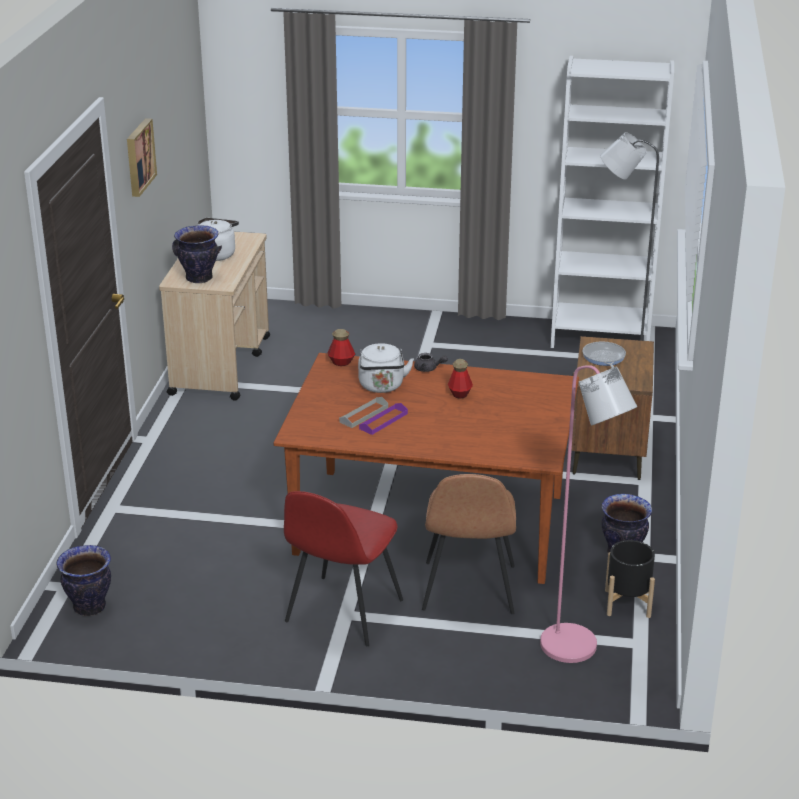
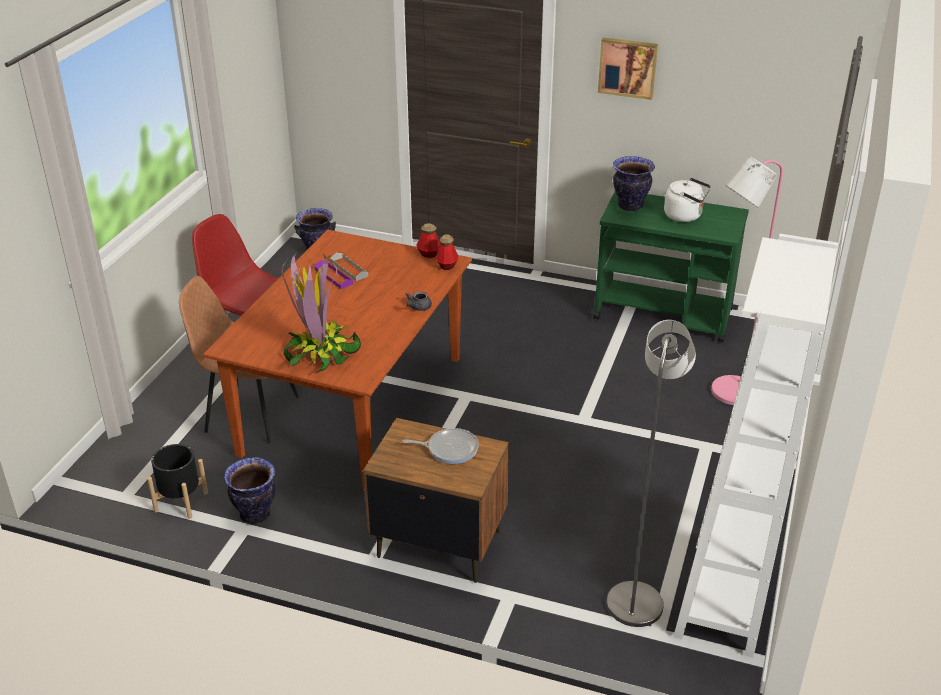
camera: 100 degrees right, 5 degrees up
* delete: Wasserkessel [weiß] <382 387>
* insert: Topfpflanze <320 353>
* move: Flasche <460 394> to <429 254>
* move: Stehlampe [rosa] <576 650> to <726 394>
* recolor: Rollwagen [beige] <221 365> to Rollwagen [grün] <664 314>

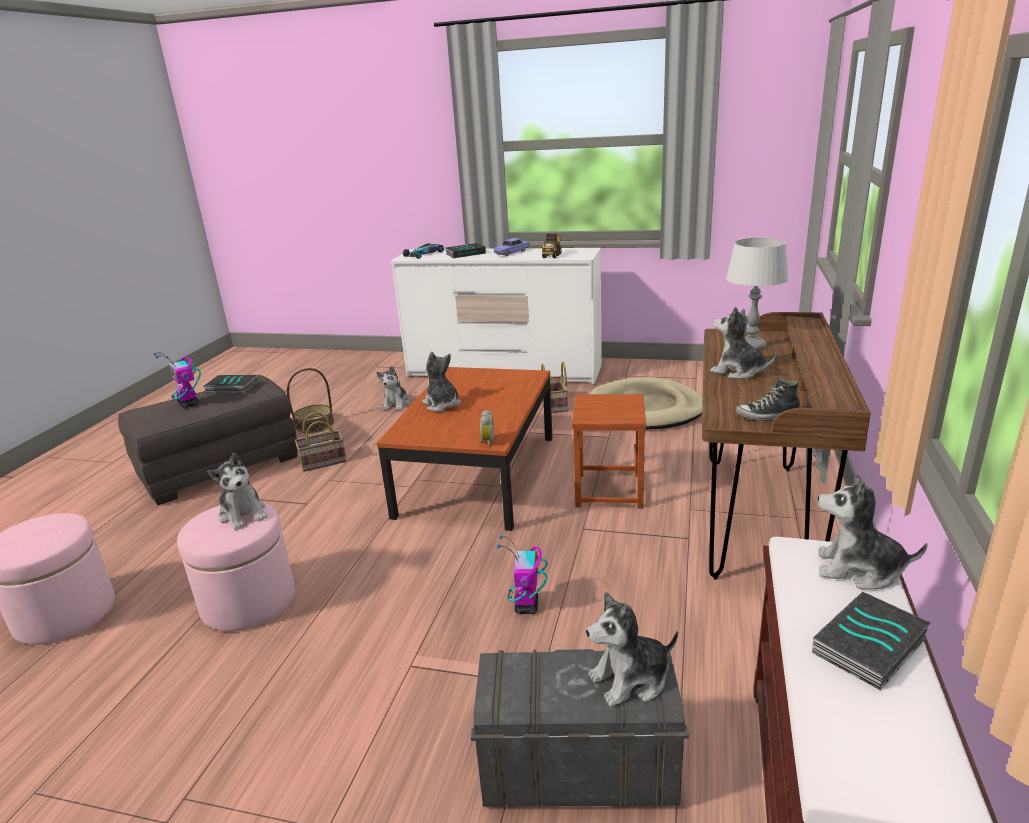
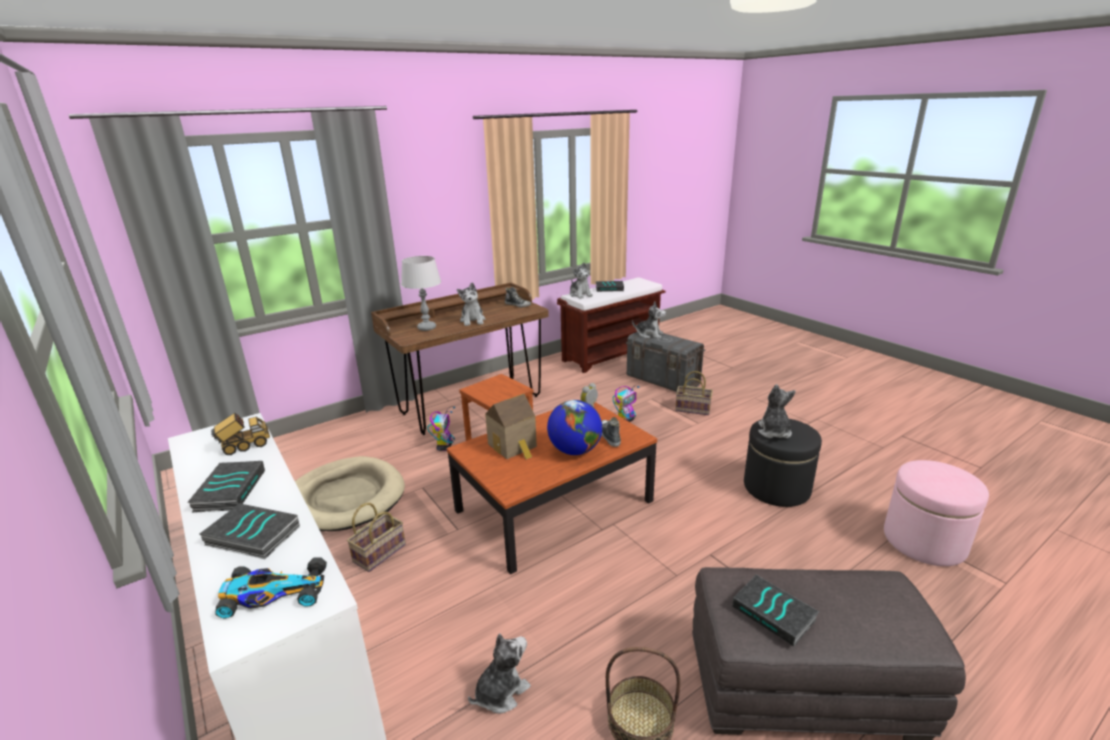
camera: 140 degrees left, 0 degrees up
* insert: Spielzeughaus <514 446>
* insert: Schuh <609 436>
* move: Spielzeugroboter <189 404> to <444 446>
* move: Korb <322 462> to <693 409>
* replace: Plüschtier <442 405> to Globus <575 450>
* replace: Spielzeugauto <512 252> to Buch <229 490>
* recolor: Polsterhocker [rosa] <248 601> to Polsterhocker [schwarz] <776 487>

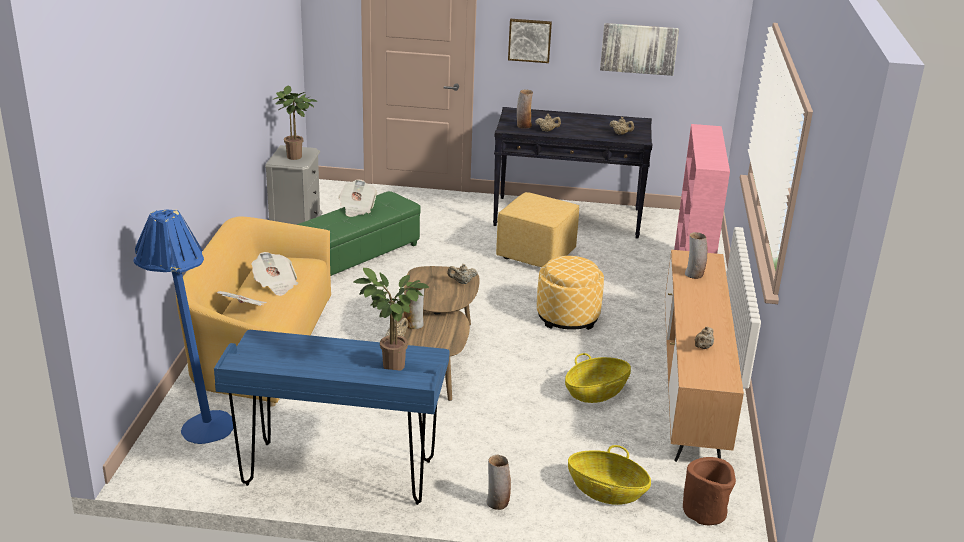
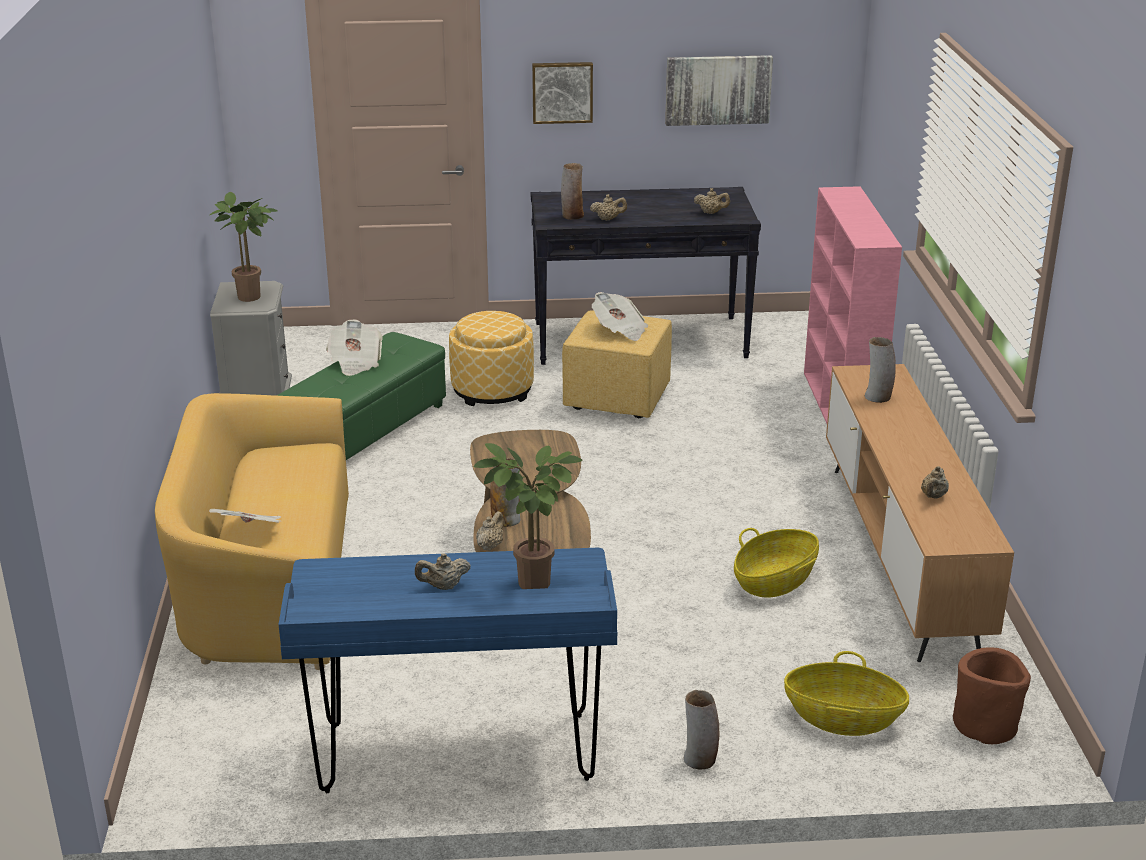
camera: 10 degrees left, 0 degrees up
* delete: Stehlampe [blau] <196 426>
* move: Zeitung <275 284> to <620 330>
* move: Teekanne [beige] <462 282> to <443 586>
* move: Polsterhocker <568 317> to <492 390>

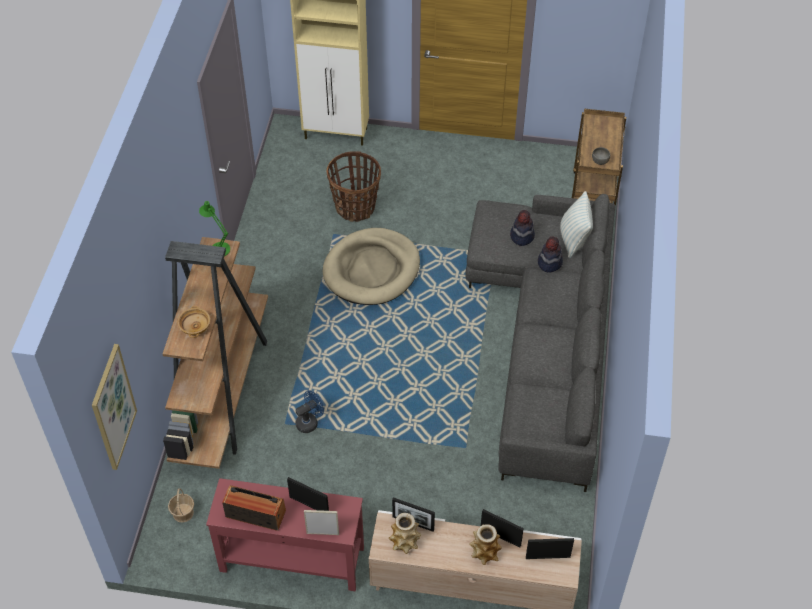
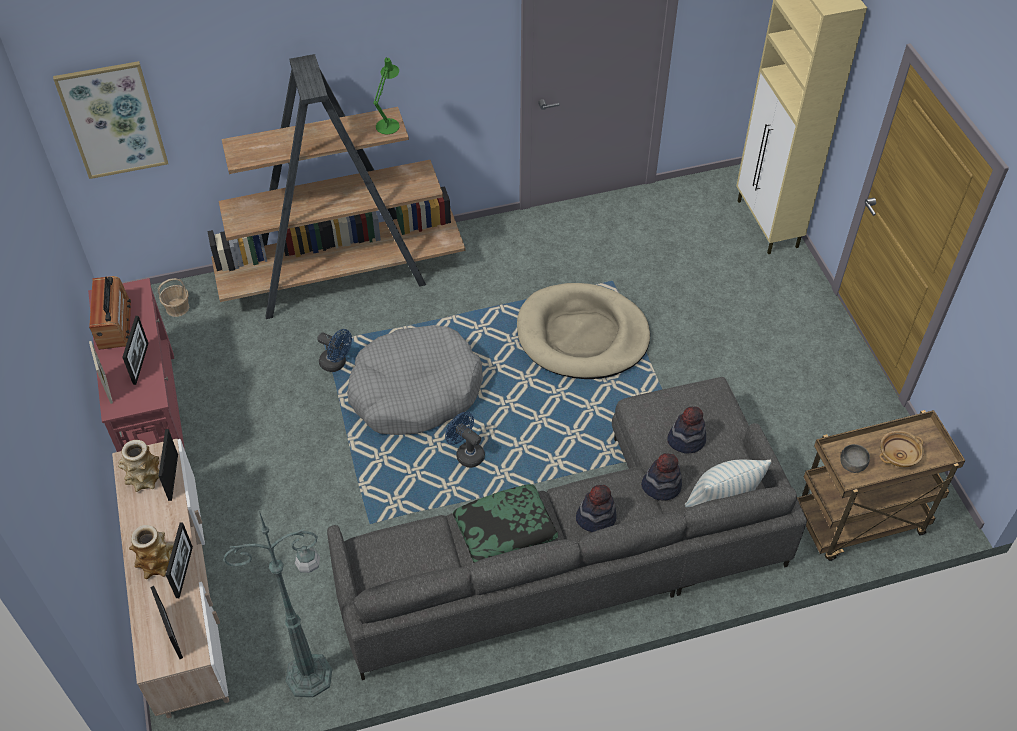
camera: 65 degrees right, 0 degrees up
* delete: Korb <355 207>
* insert: Stehlampe [grün] <312 675>
* insert: Hundebett [grau] <415 391>
* insert: Ventilator [blau] <466 453>
* insert: Kissen <505 530>
* insert: Hut <596 517>
* move: Schüssel [beige] <195 326> to <898 455>

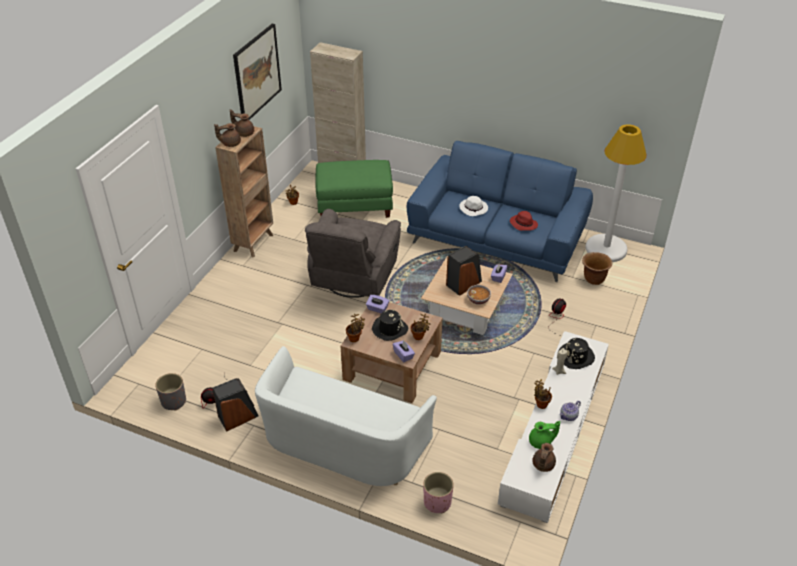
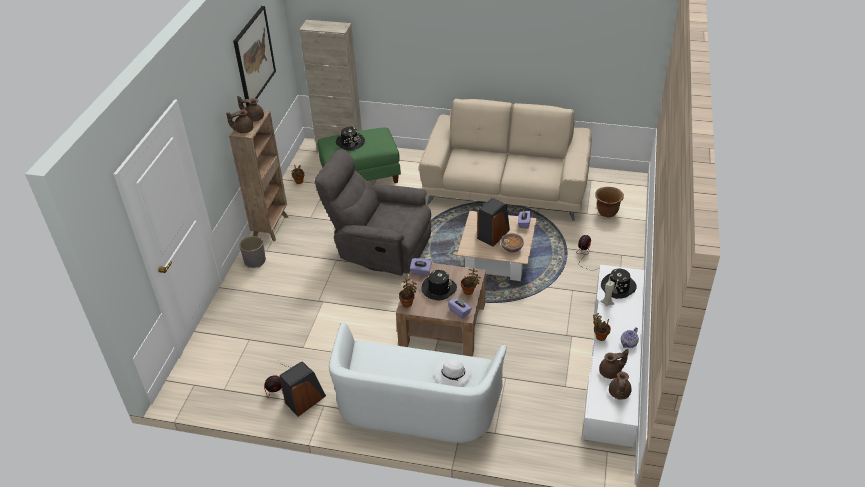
camera: 10 degrees left, 0 degrees up
* delete: Pflanzkübel [rosa] <437 502>
* delete: Hut [rot] <523 224>
* delete: Stehlampe [weiß] <606 249>
* insert: Hut [schwarz] <350 142>
* move: Pflanzkübel [grau] <173 401> to <255 261>
* move: Hut [weiß] <474 209> to <454 374>
* recolor: Sofa [blau] <497 237> to Sofa [beige] <506 187>
* recolor: Teekanne [grün] <541 442> to Teekanne [braun] <611 372>
* rotate: Sessel [grau] <352 281> = <380 249> 105 degrees clockwise

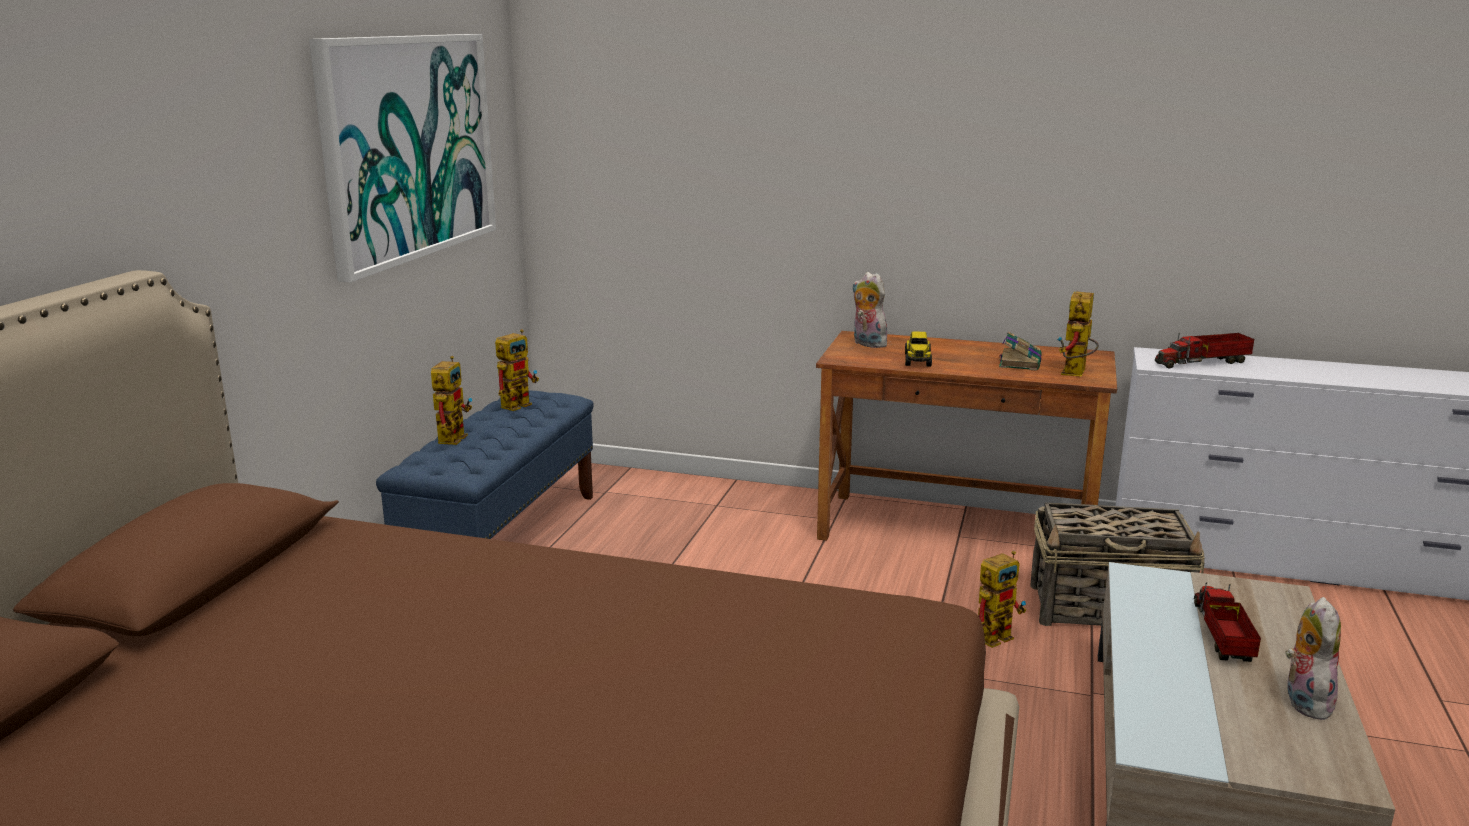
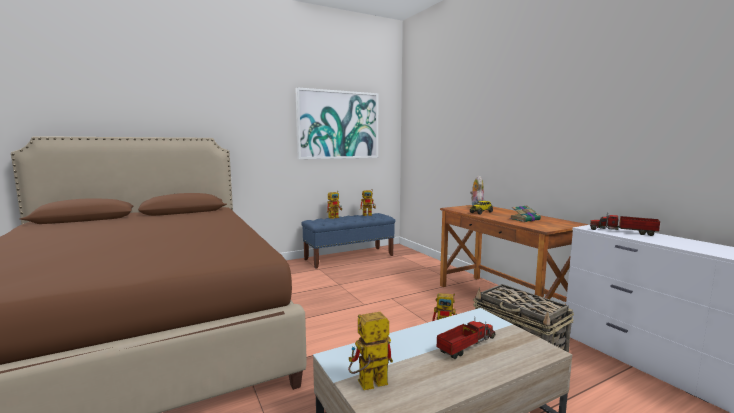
camera: 45 degrees right, 10 degrees down
* delete: Plüschtier <1303 701>
* move: Spielzeugroboter <1075 374> to <367 386>

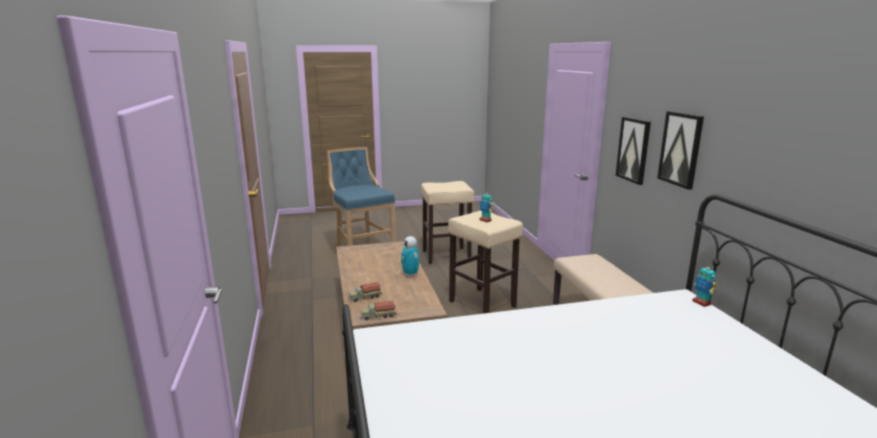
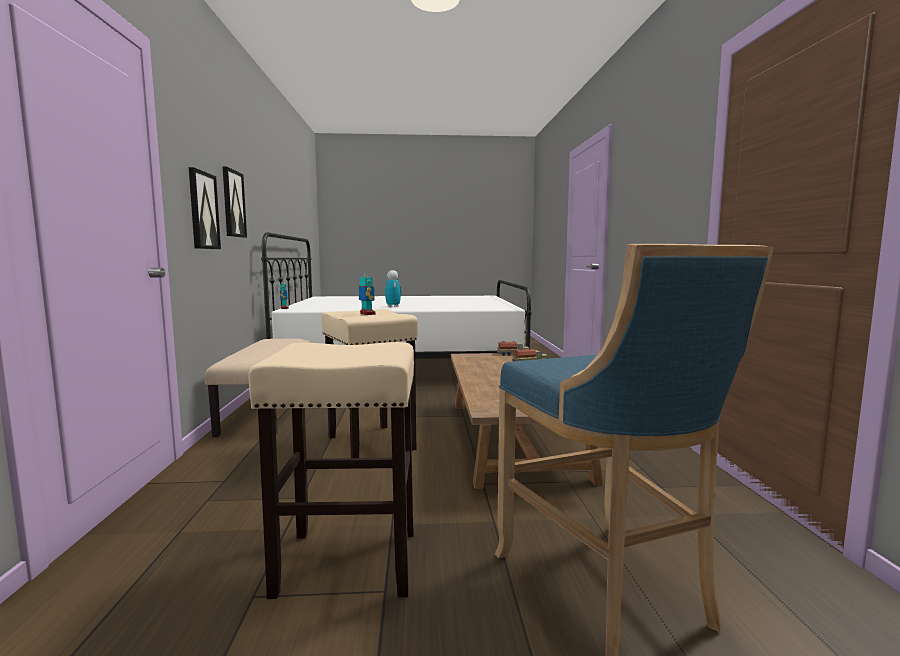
camera: 170 degrees left, 10 degrees down
* move: Spielzeugroboter <410 274> to <393 307>

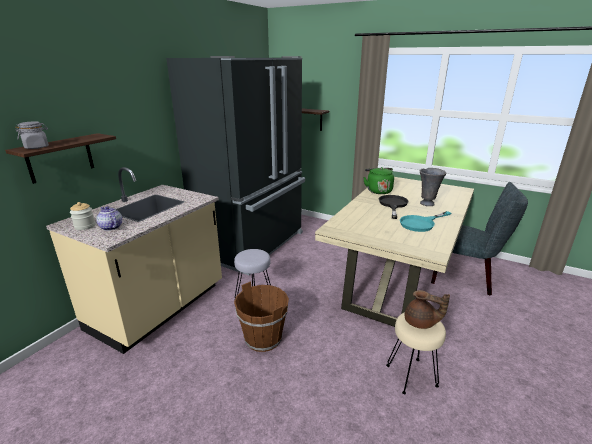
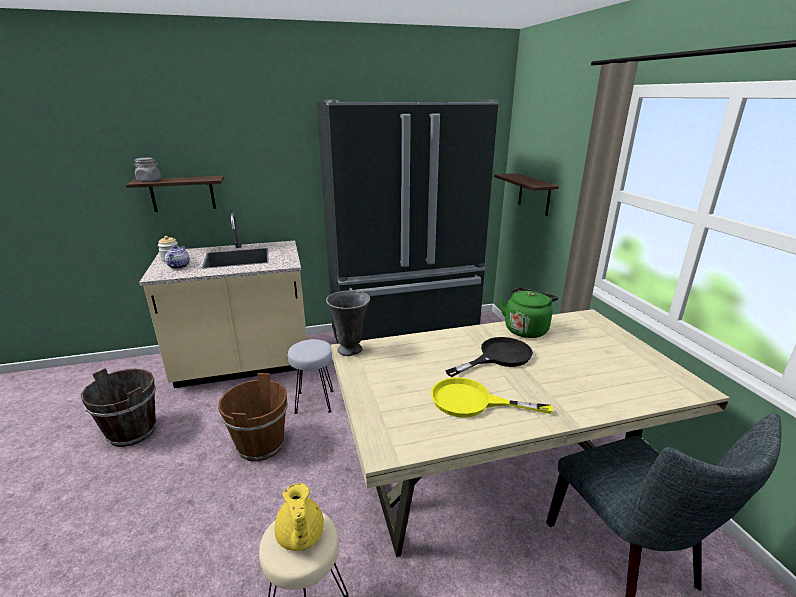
camera: 45 degrees right, 0 degrees up
* insert: Eimer [braun] <133 431>
* move: Vase [grau] <427 203> to <351 350>
* recolor: Pfanne [türkis] <421 223> to Pfanne [gelb] <472 401>
* recolor: Teekanne [braun] <421 323> to Teekanne [gelb] <300 537>

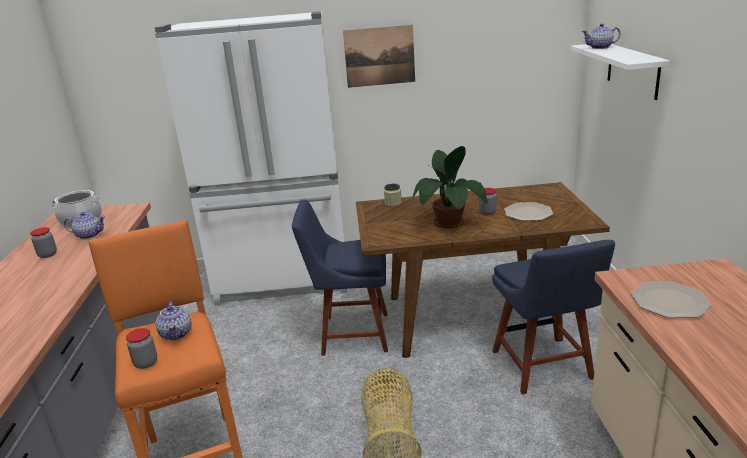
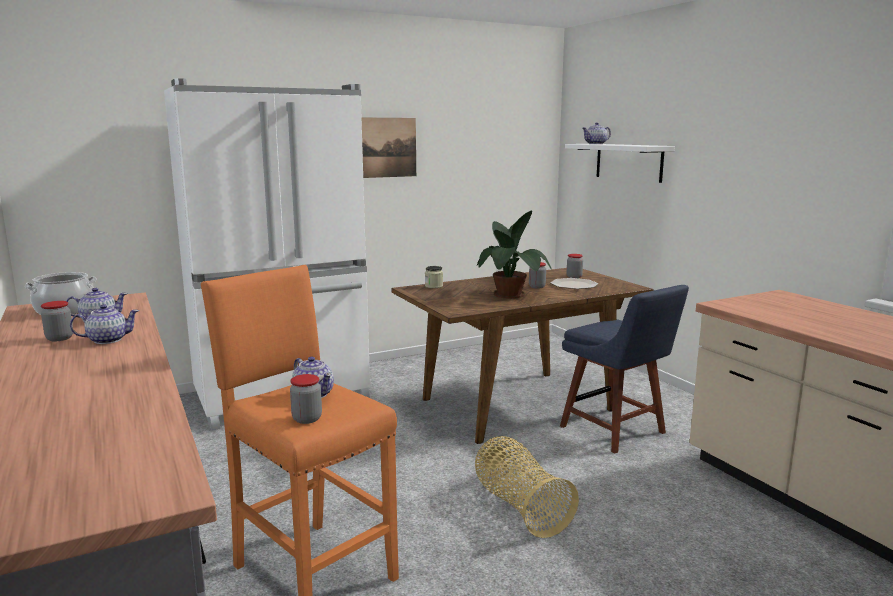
camera: 25 degrees left, 10 degrees down
* delete: Stuhl [blau] <351 334>
* delete: Teller <669 301>
* insert: Teekanne <107 340>
* insert: Vorratsglas <574 277>

